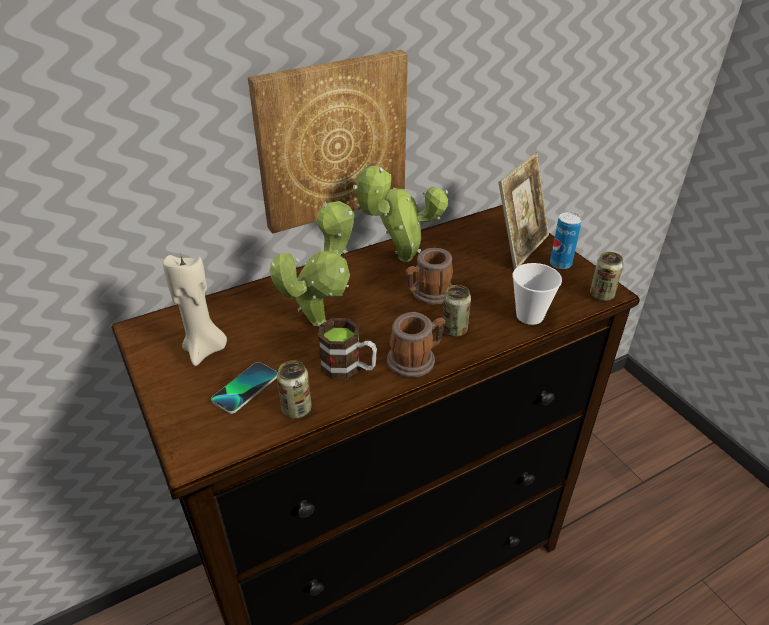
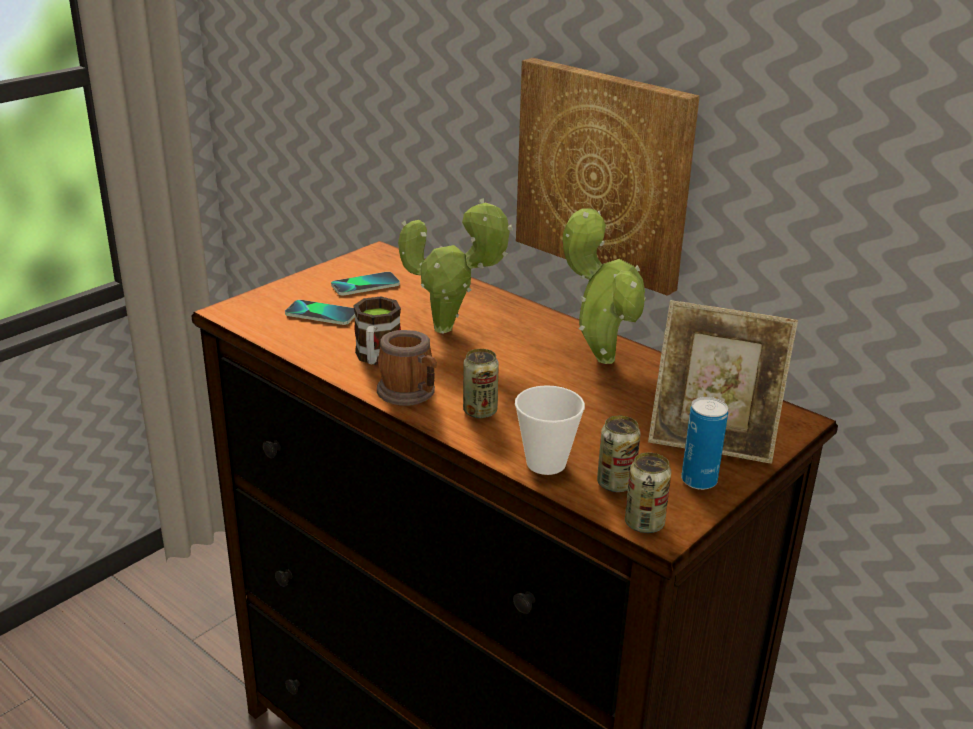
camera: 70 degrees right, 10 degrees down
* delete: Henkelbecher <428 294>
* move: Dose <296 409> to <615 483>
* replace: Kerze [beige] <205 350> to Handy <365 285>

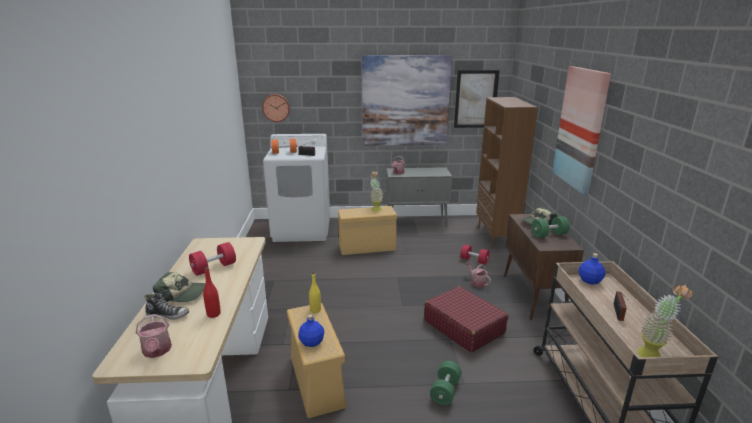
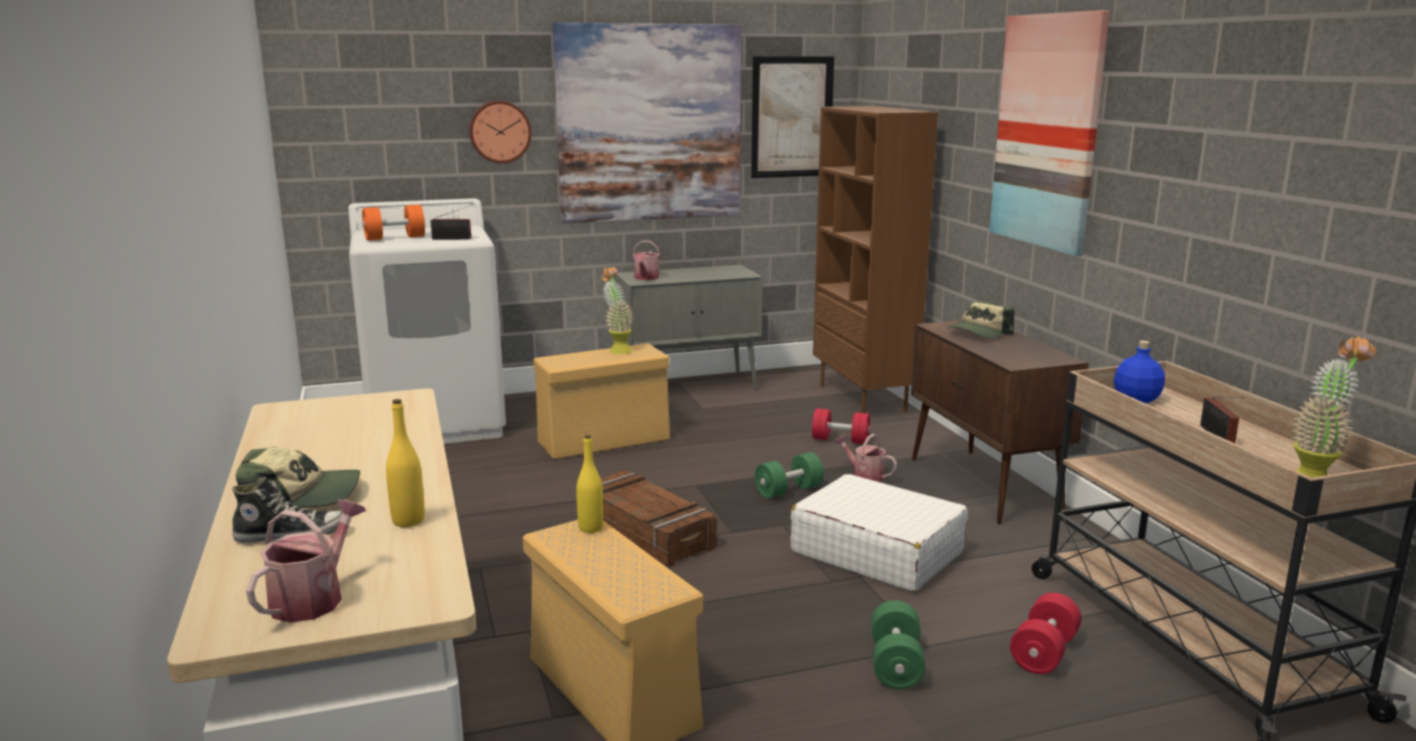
camera: 15 degrees left, 5 degrees down
* delete: Flasche [blau] <311 342>
* insert: Kiste <645 531>
* move: Hantel [rot] <214 268> to <1044 653>
* move: Wanduhr <276 107> to <500 131>
* move: Hantel [grün] <549 235> to <788 491>
* recolor: Flasche [rot] <213 314> to Flasche [gelb] <408 521>
* recolor: Koffer [rot] <463 326> to Koffer [weiß] <876 552>
* rotate: Gießkanne <157 351> = <313 598> 120 degrees counterclockwise

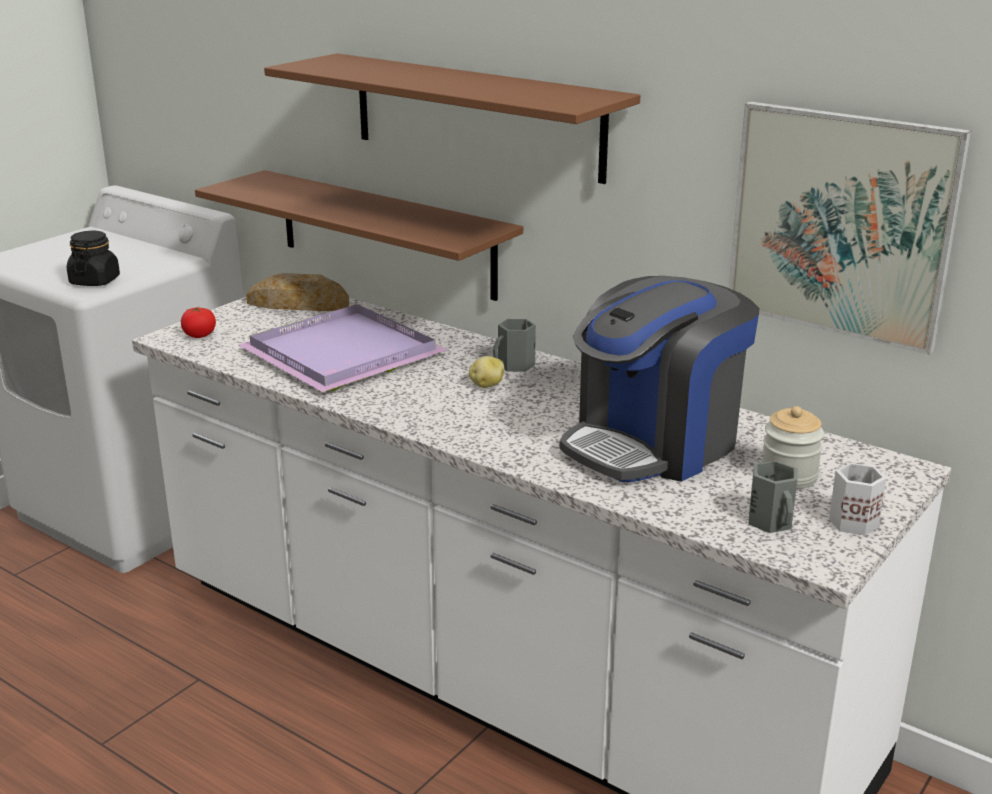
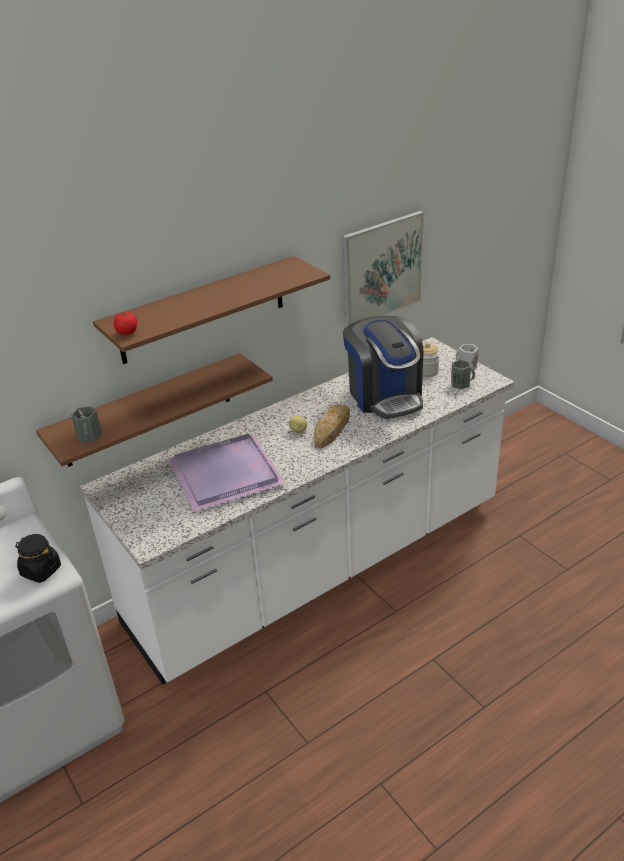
camera: 70 degrees left, 10 degrees up
* move: Tomate <199 335> to <127 332>
* move: Brot <298 304> to <331 429>
* move: Henkelbecher [grau] <515 365> to <90 436>

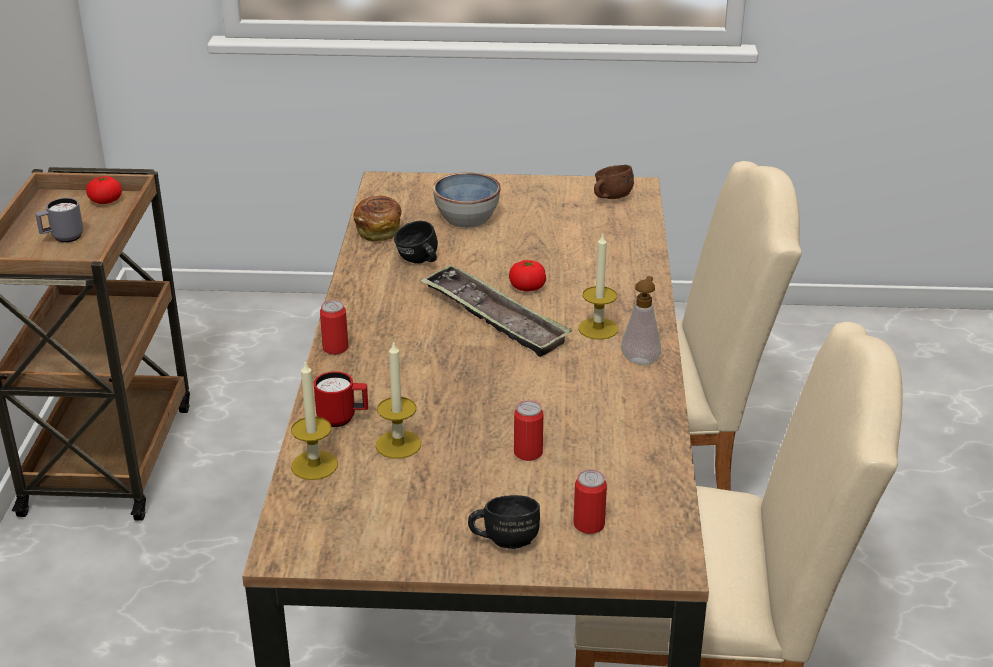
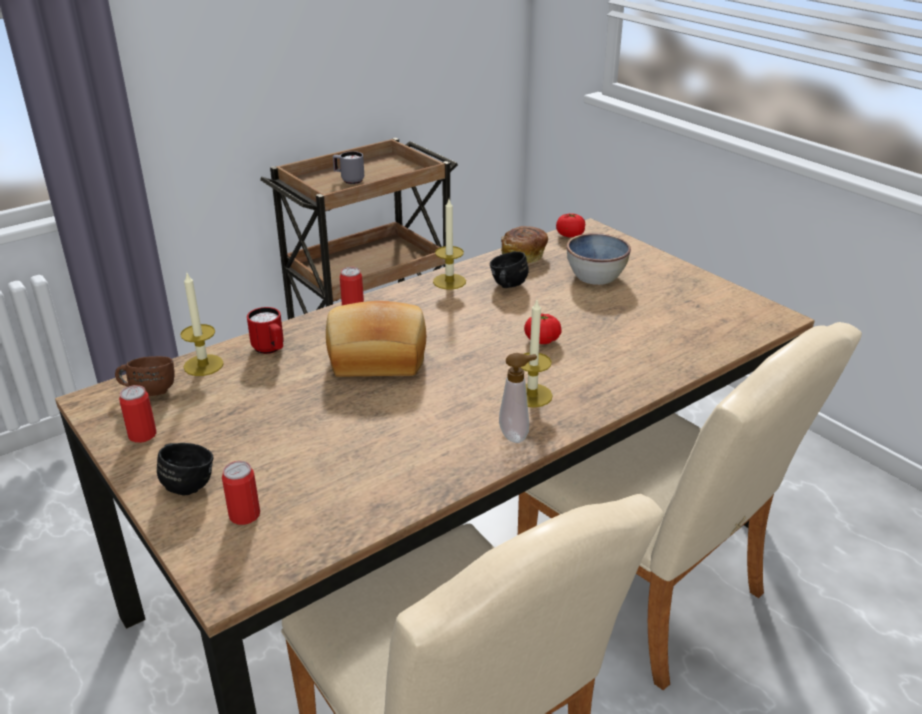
camera: 50 degrees right, 0 degrees up
* delete: Tablett <494 318>
* insert: Brot <377 359>
* move: Tomate <105 201> to <570 235>
* move: Kerze <398 444> to <449 281>
* move: Dose <528 453> to <142 435>
* move: Henkelbecher [braun] <609 198> to <149 390>

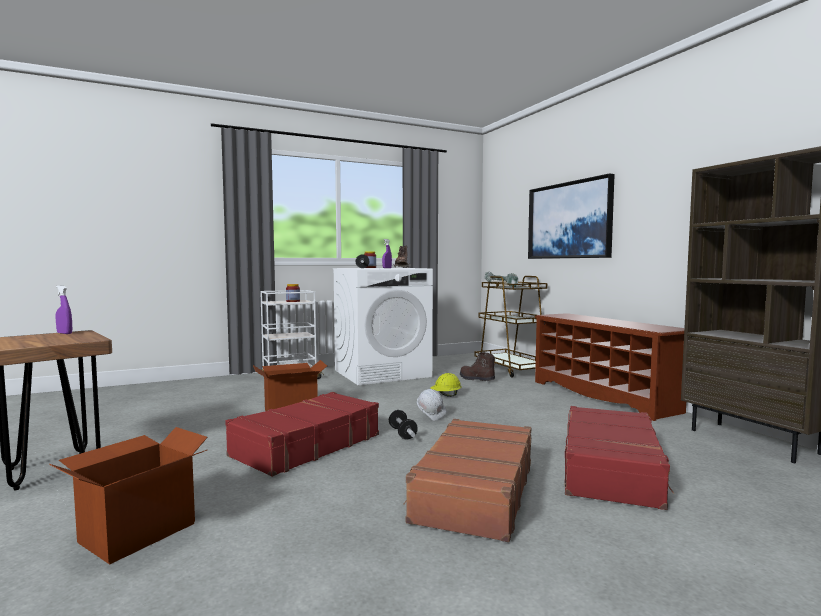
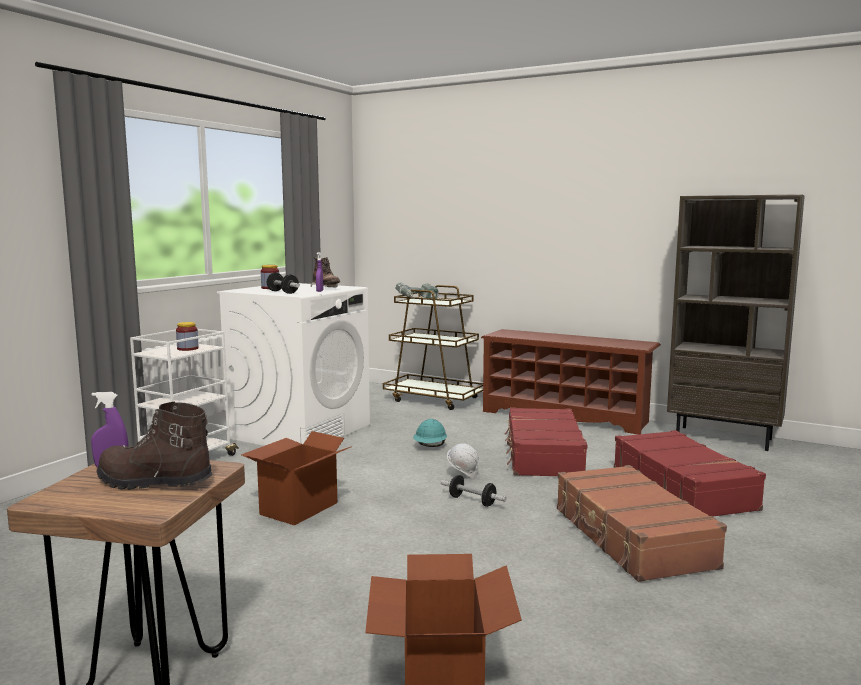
camera: 35 degrees left, 5 degrees up
* delete: Bild <569 220>
* move: Koffer [rot] <305 445> to <543 455>
* move: Stiefel [braun] <476 379> to <153 483>
* recolor: Schutzhelm [gelb] <446 396> to Schutzhelm [türkis] <430 447>

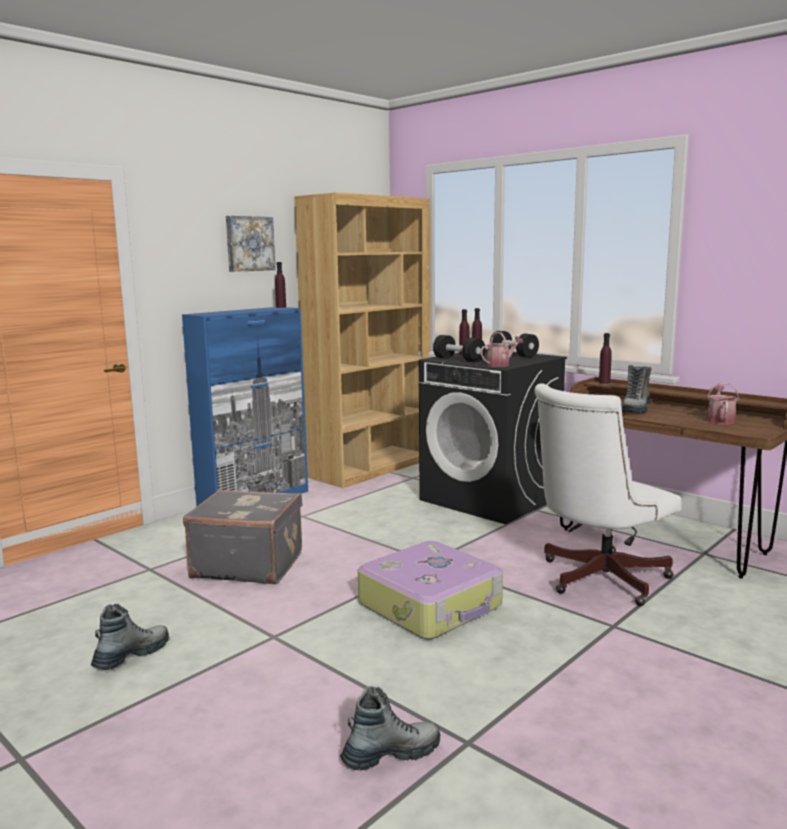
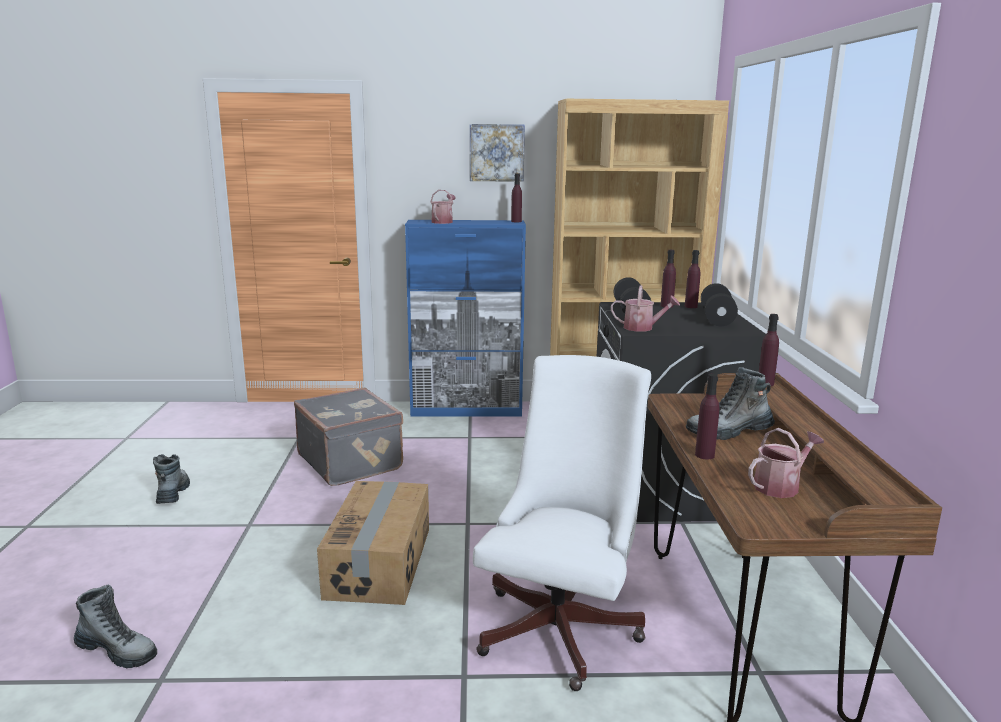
camera: 45 degrees right, 5 degrees up
* insert: Gießkanne <443 221>
* insert: Flasche [lila] <704 455>
* replace: Koffer <431 605> to Karton <380 562>
* rotate: Stiefel <131 655> = <173 494> 90 degrees counterclockwise
* rotate: Bürostuhl [weiß] <597 579> = <563 624> 105 degrees clockwise

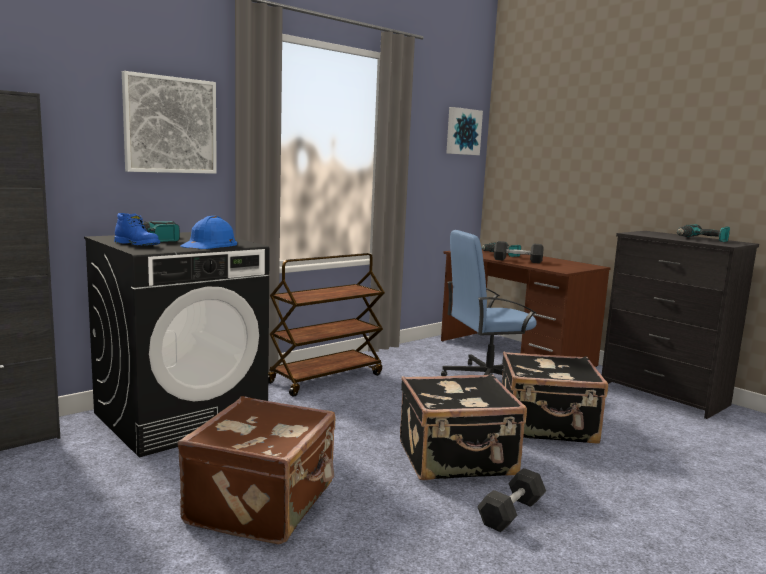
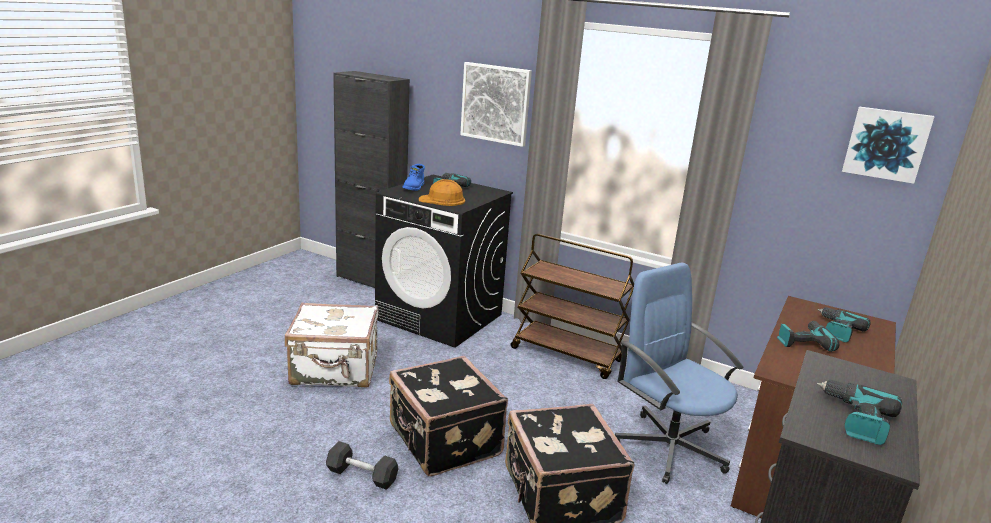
camera: 70 degrees right, 10 degrees up
* replace: Hantel [grau] <517 260> to Bohrmaschine <802 341>
* recolor: Koffer [braun] <264 504> to Koffer [weiß] <335 370>
* recolor: Schutzhelm [blau] <210 244> to Schutzhelm [orange] <442 200>

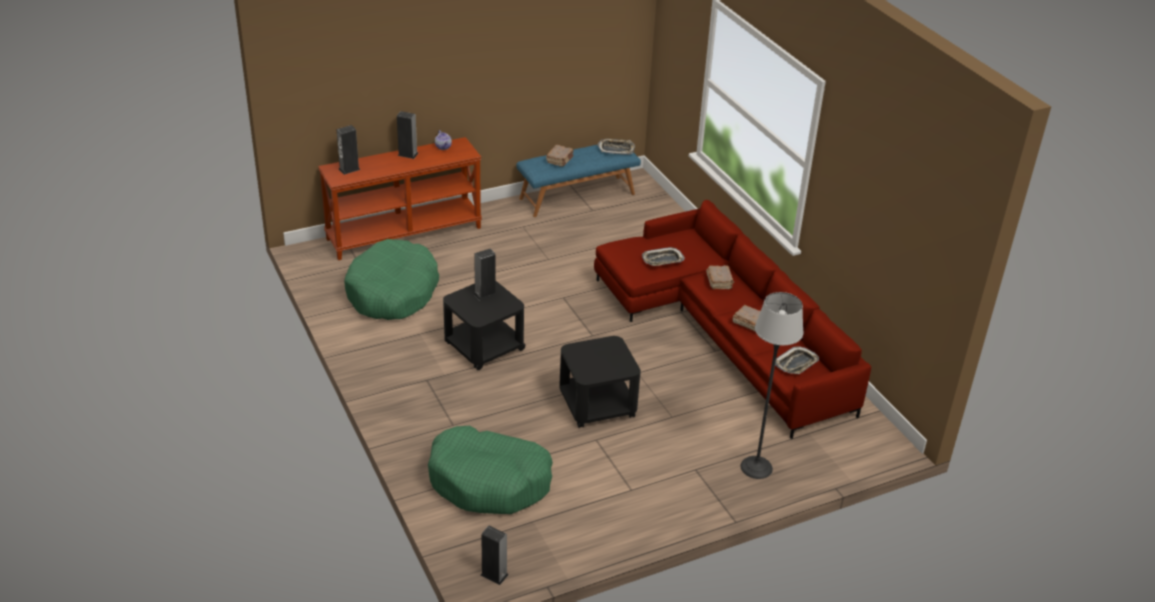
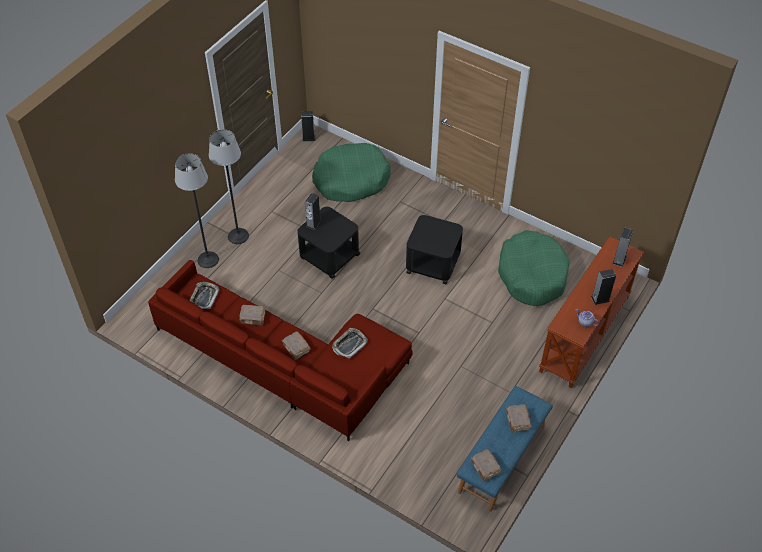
camera: 150 degrees right, 15 degrees up
* insert: Stehlampe <238 236>
* move: Lautsprecher <485 294> to <313 223>
* replace: Tablett <616 149> to Buch [braun] <485 468>

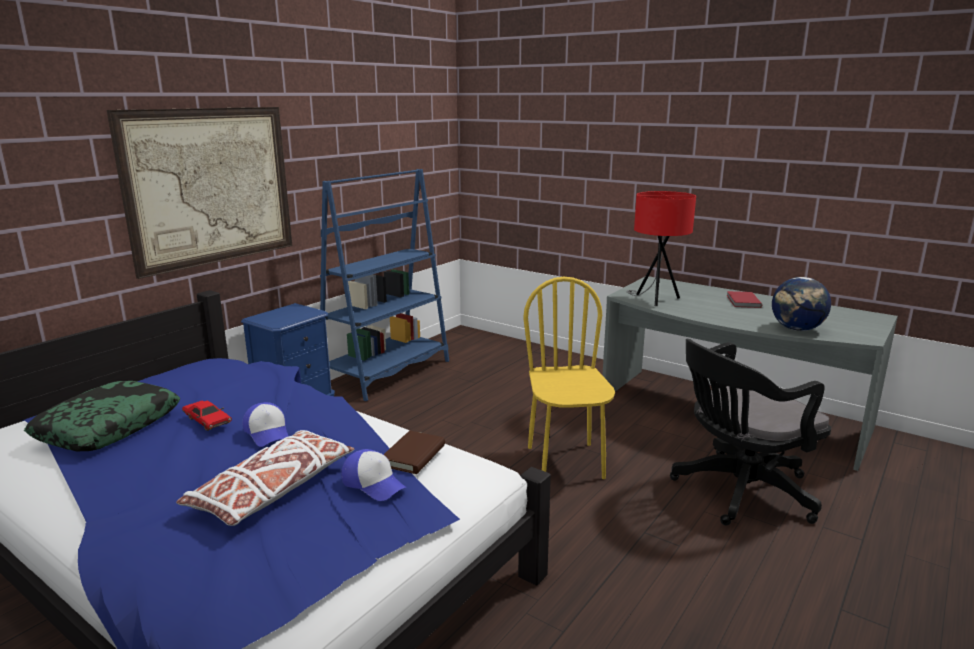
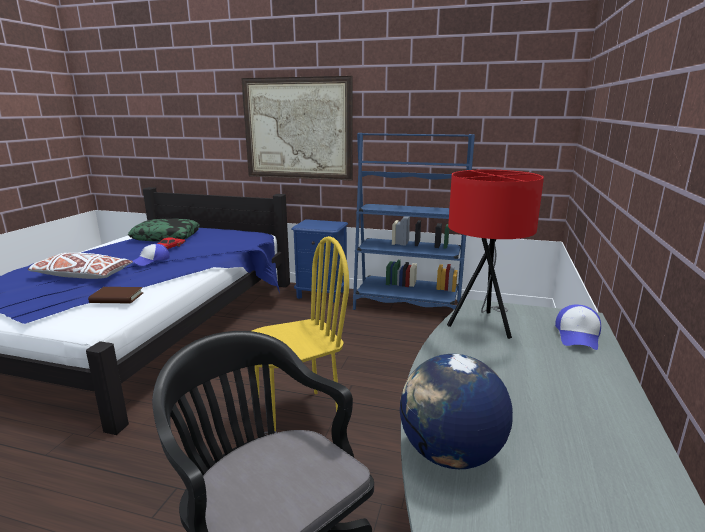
camera: 70 degrees right, 0 degrees up
* delete: Buch [rot] <742 301>
* move: Kappe <373 483> to <578 336>

